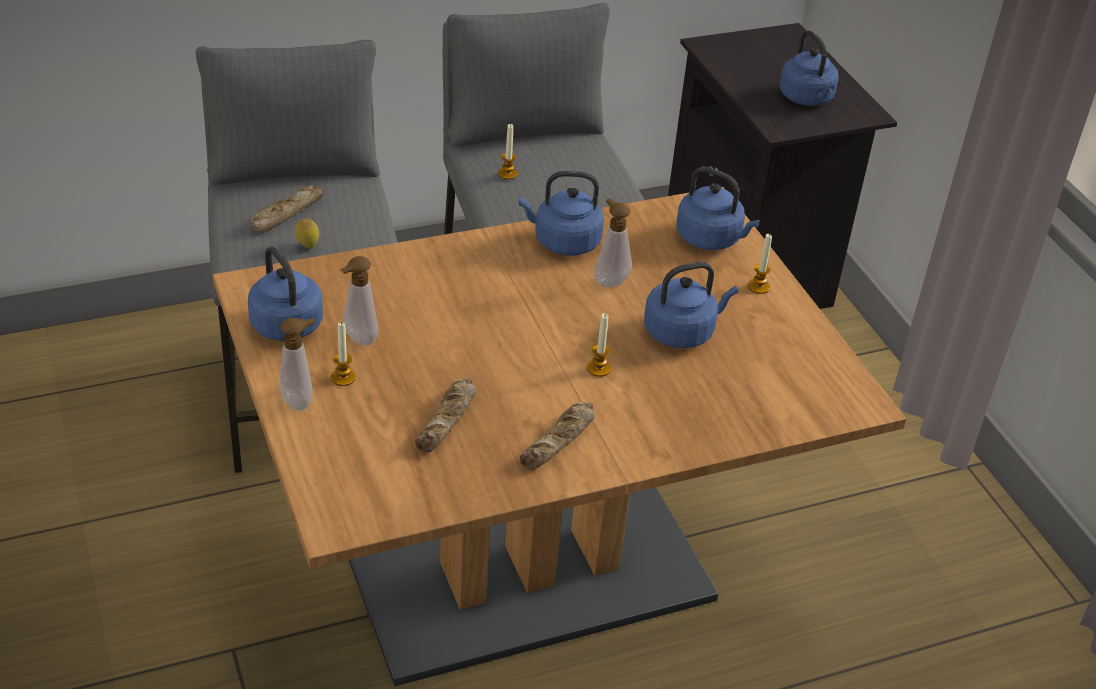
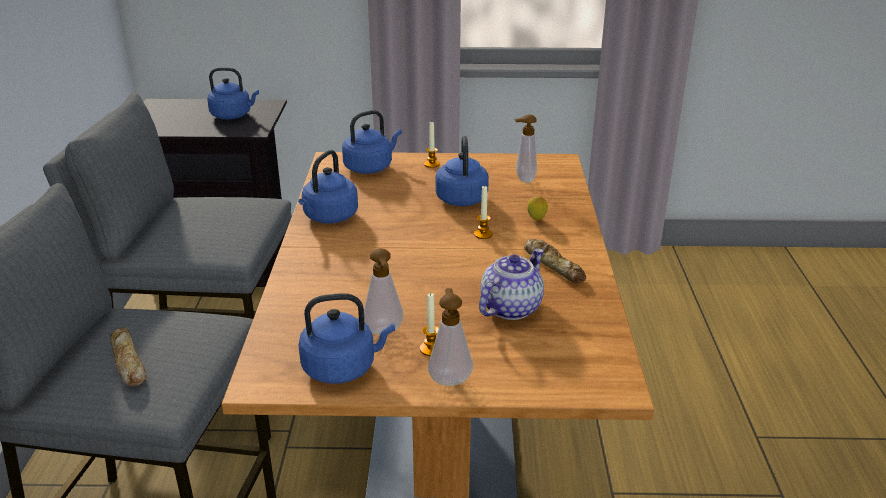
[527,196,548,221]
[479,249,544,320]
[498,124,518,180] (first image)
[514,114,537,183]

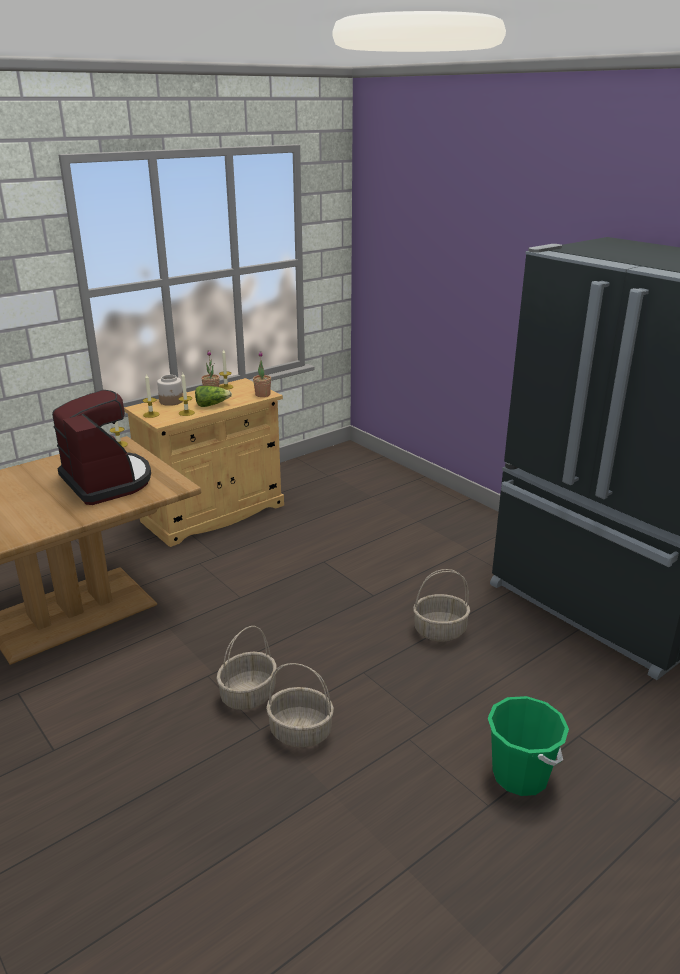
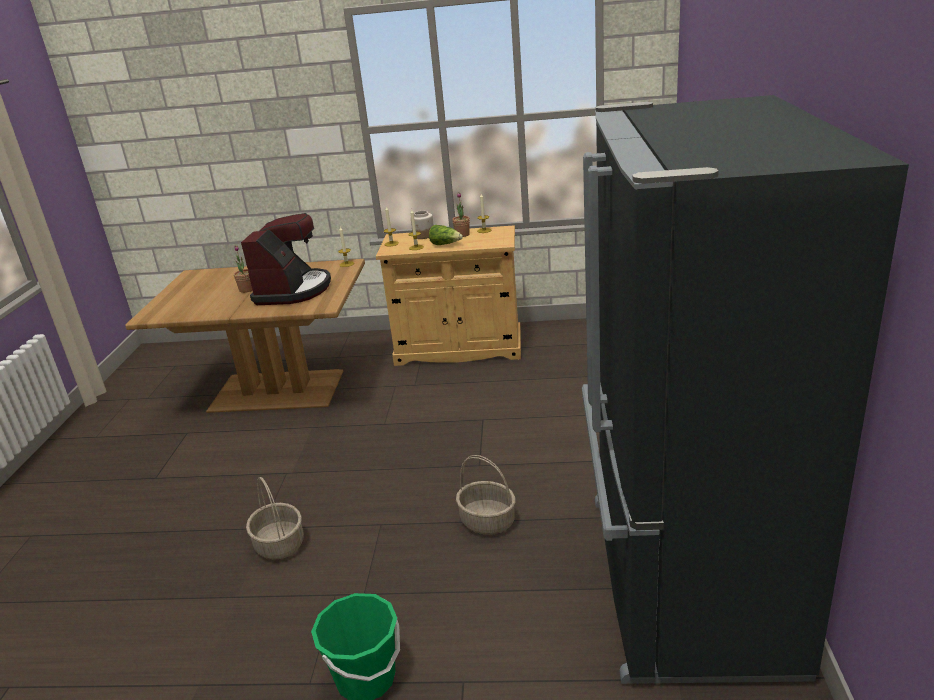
[216,626,277,710] (first image)
[234,246,253,293]

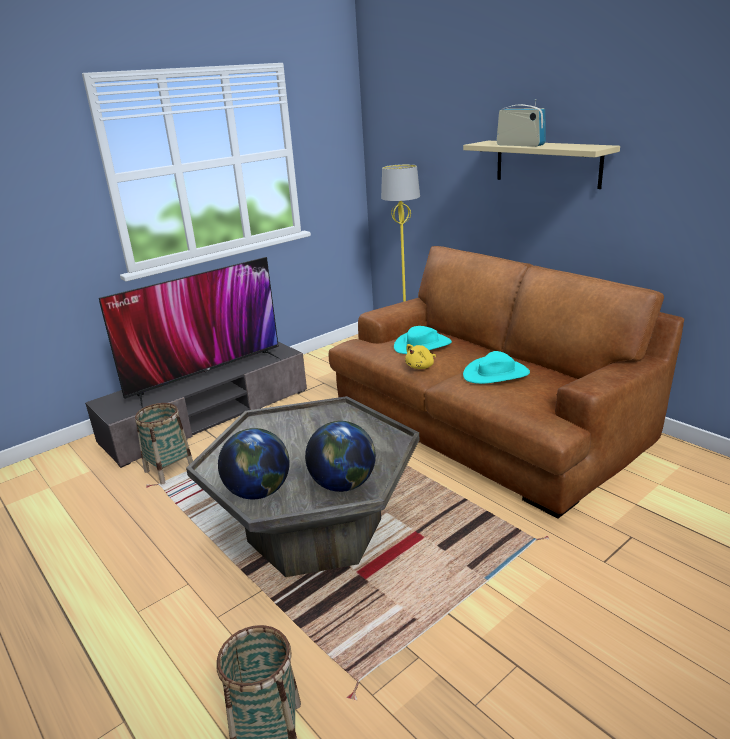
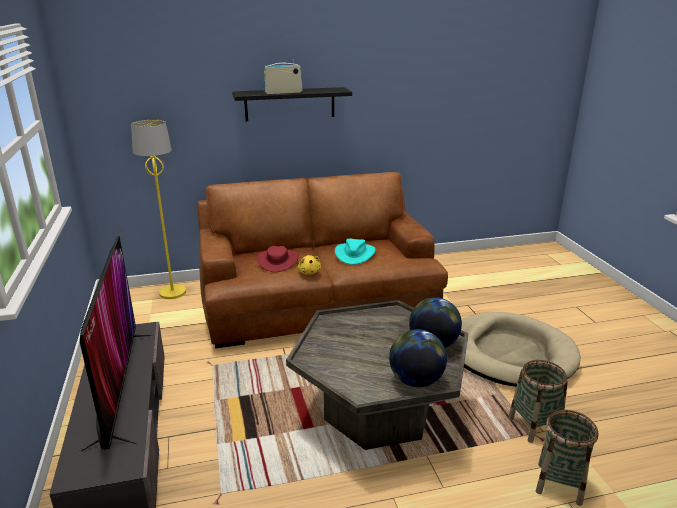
[508,360,567,443]
[257,246,299,272]
[232,87,352,121]
[461,312,580,387]

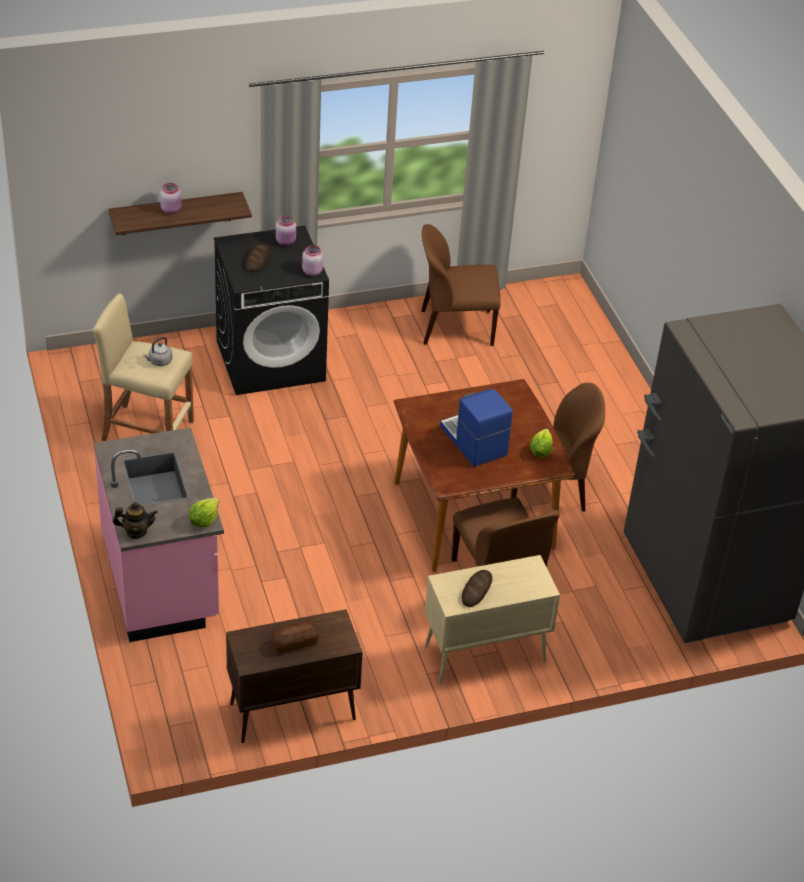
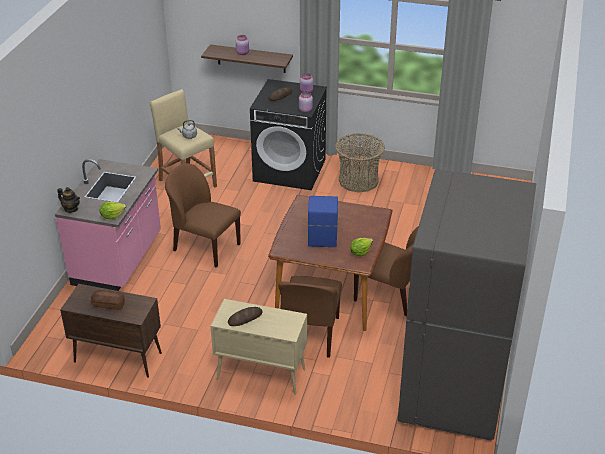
[165,163,241,268]
[335,133,385,193]

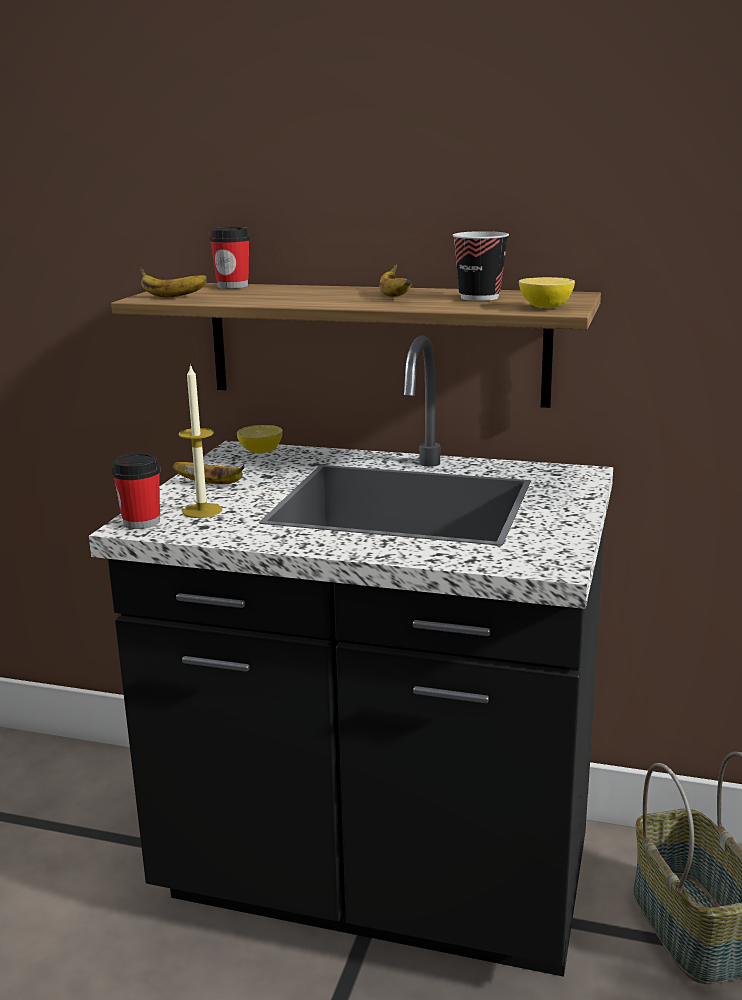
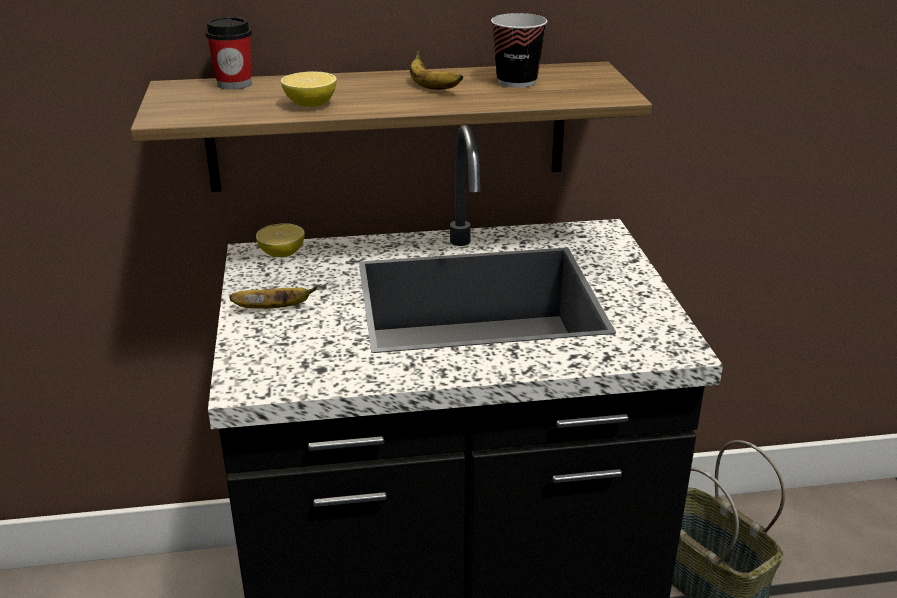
[112,453,161,529] (first image)
[140,267,208,297] (first image)
[179,363,222,518] (first image)
[281,71,337,107]

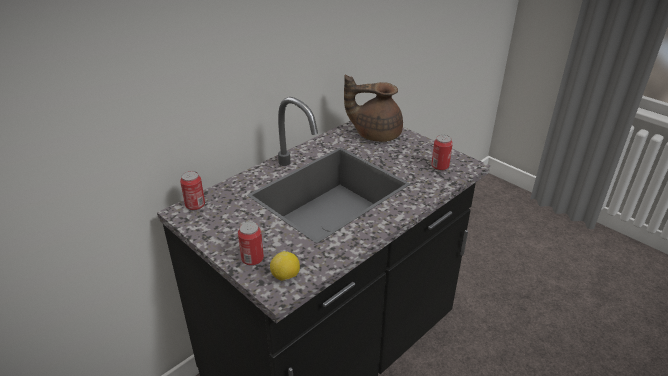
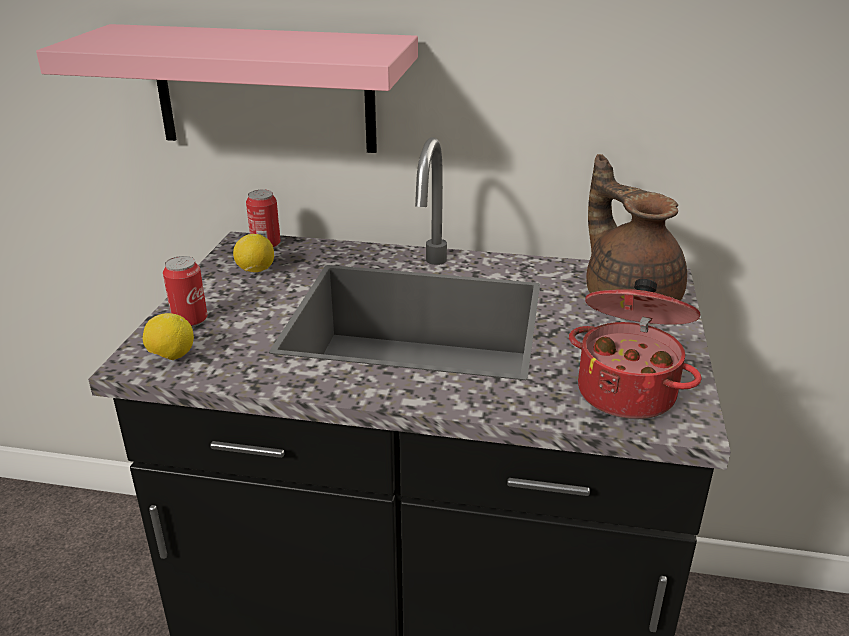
[569,279,702,419]
[36,24,418,153]
[233,234,274,272]

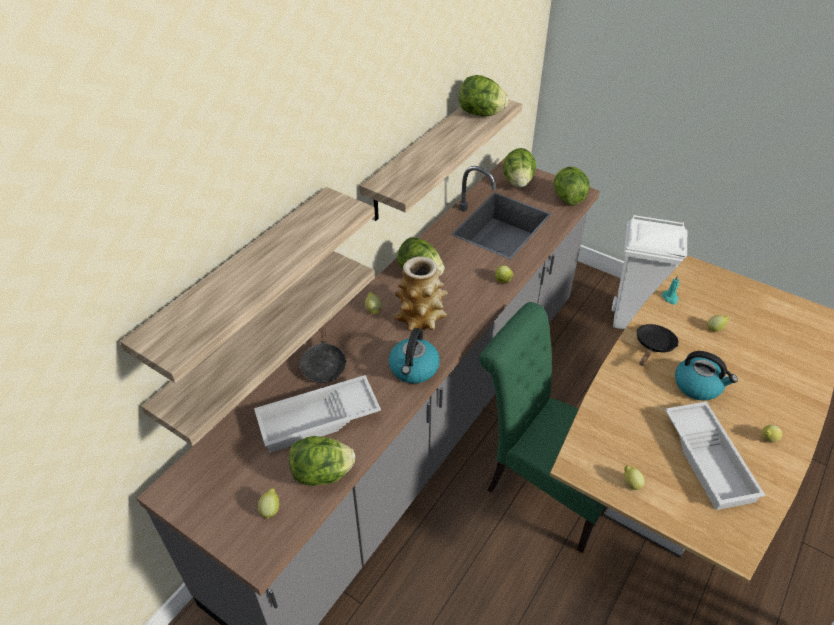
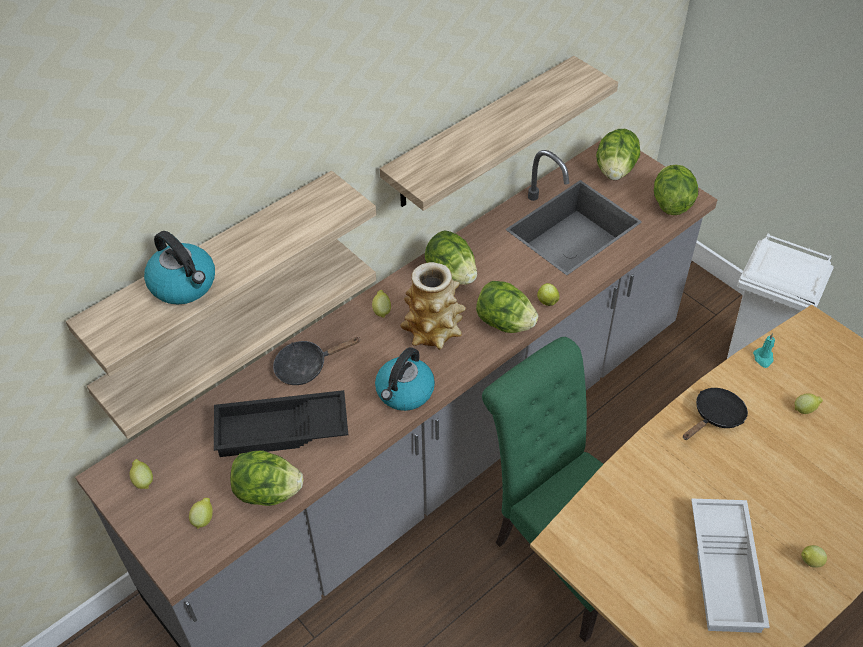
[214,390,348,457]
[273,337,361,385]
[476,281,538,333]
[129,459,153,489]
[144,231,215,305]

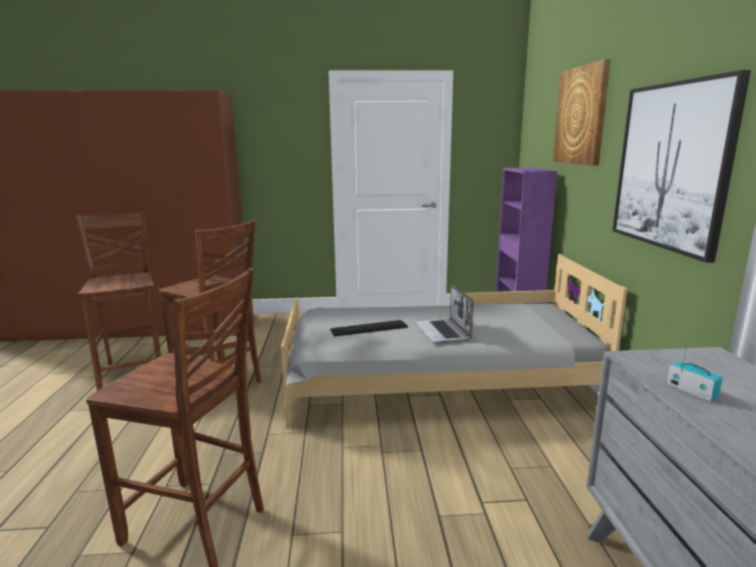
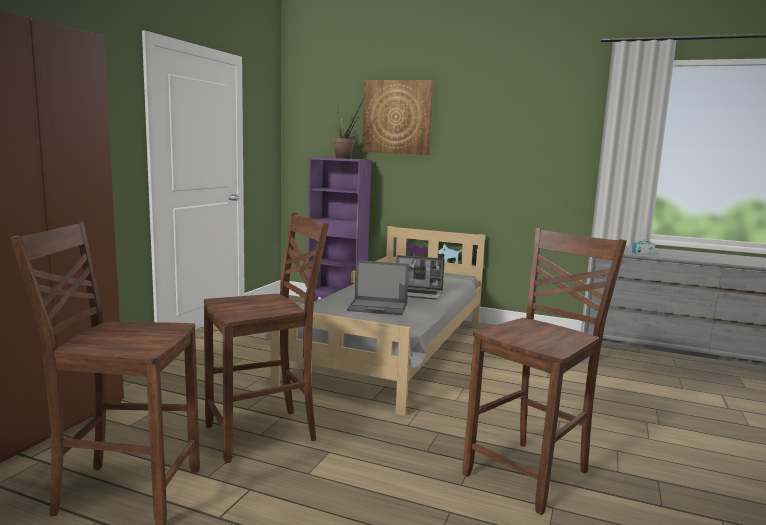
[347,260,409,315]
[612,70,751,263] (first image)
[333,99,364,159]

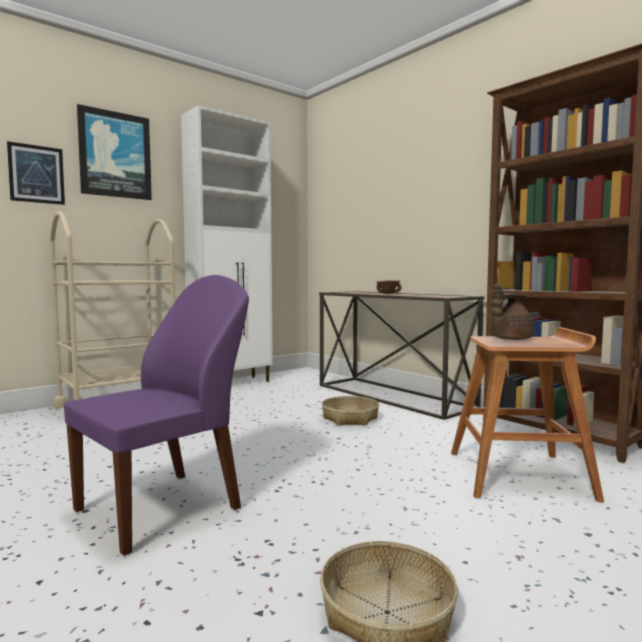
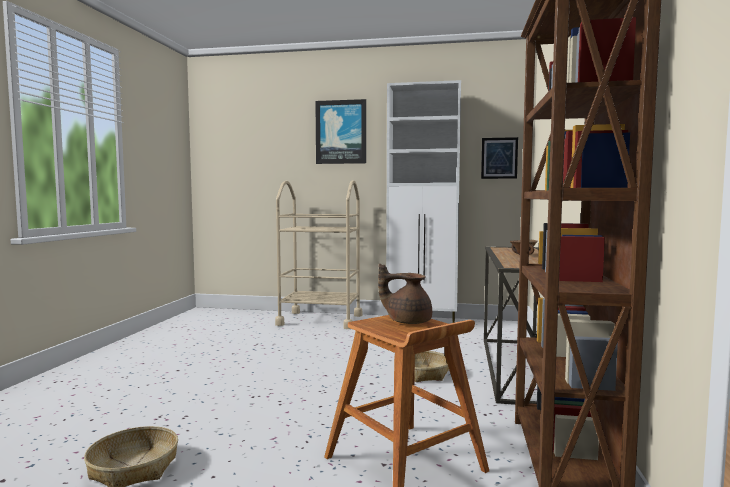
[481,137,518,179]
[64,275,249,556] (first image)

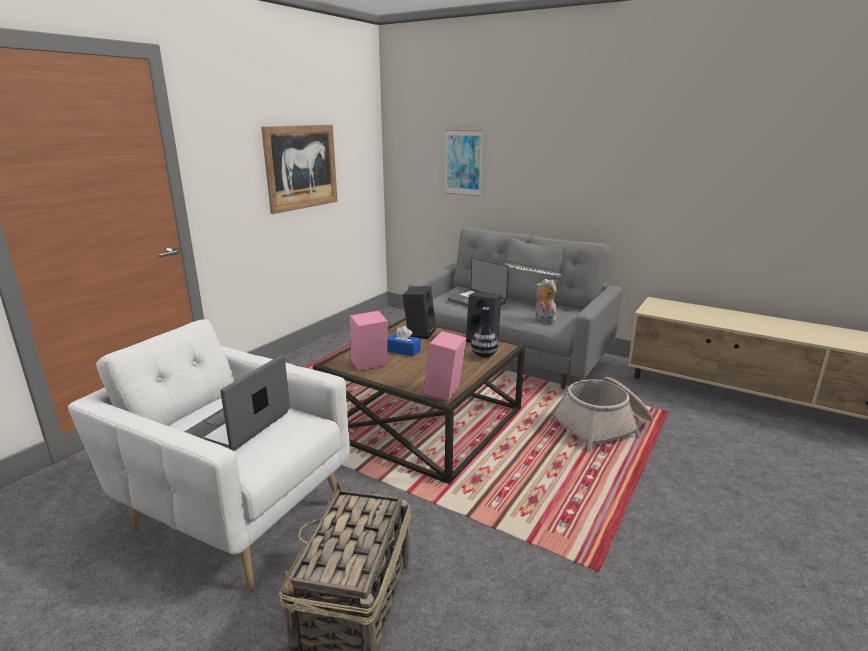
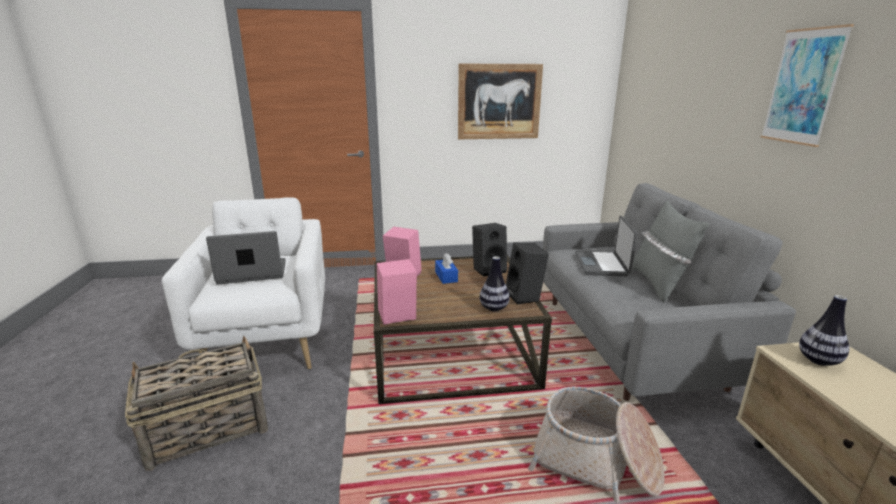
[761,24,854,147]
[534,279,557,324] (first image)
[799,295,849,366]

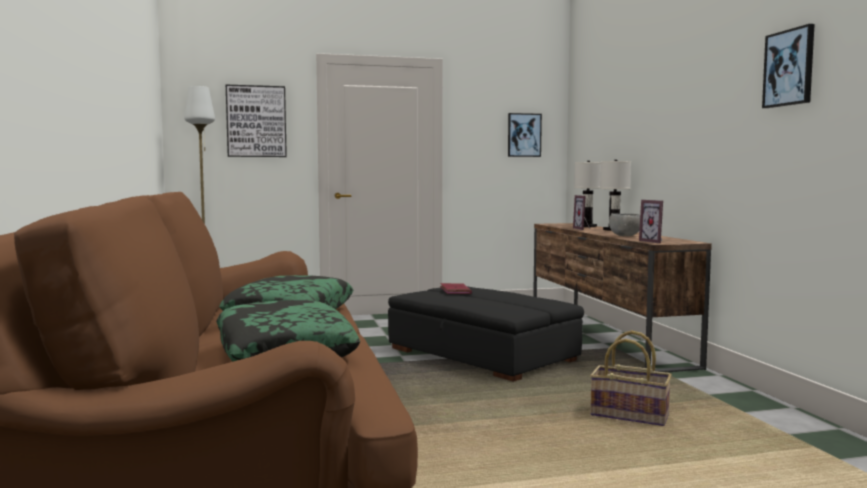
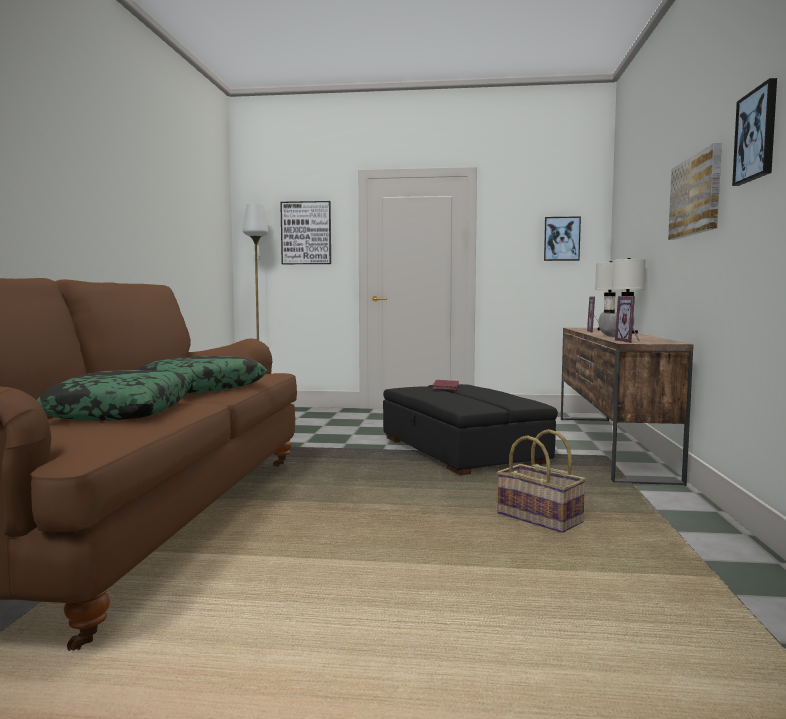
[668,143,722,240]

